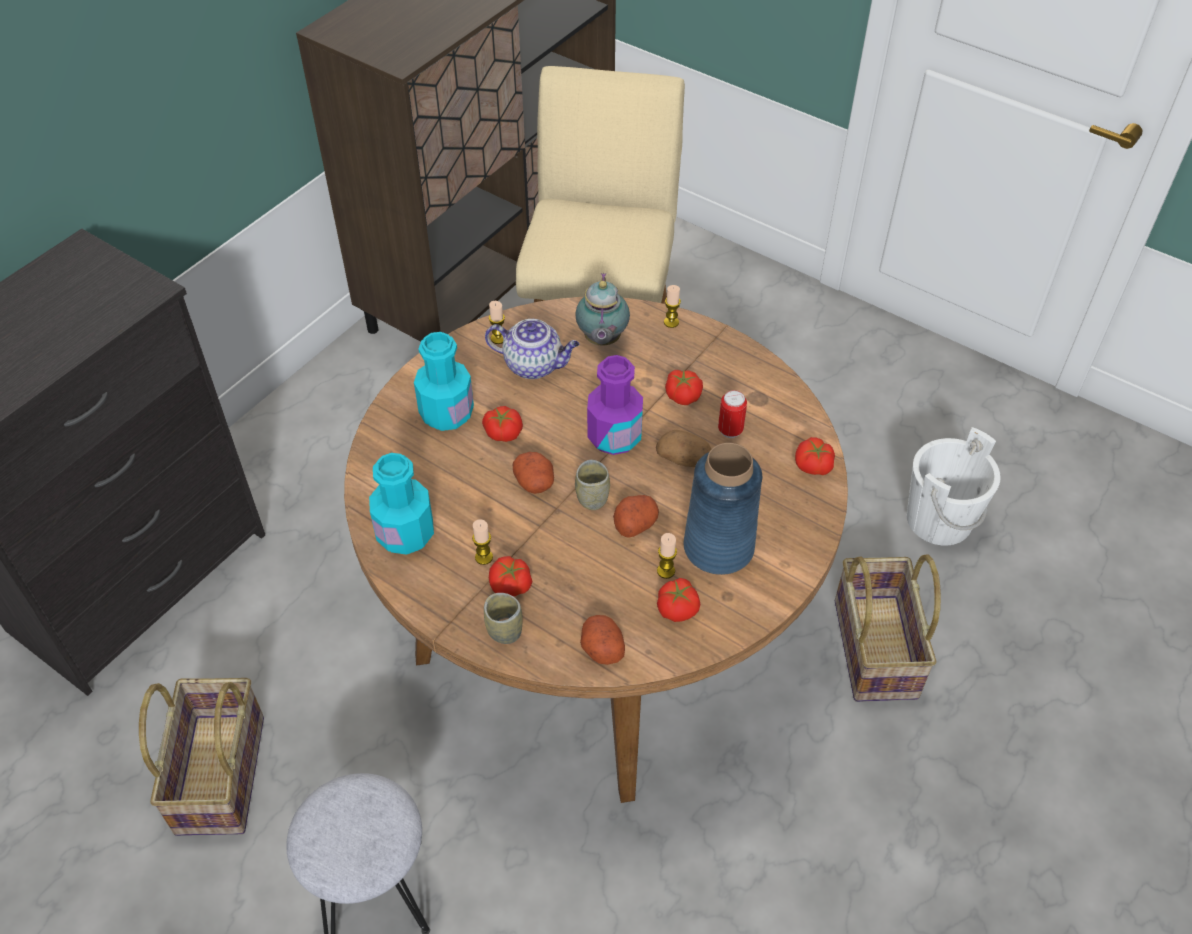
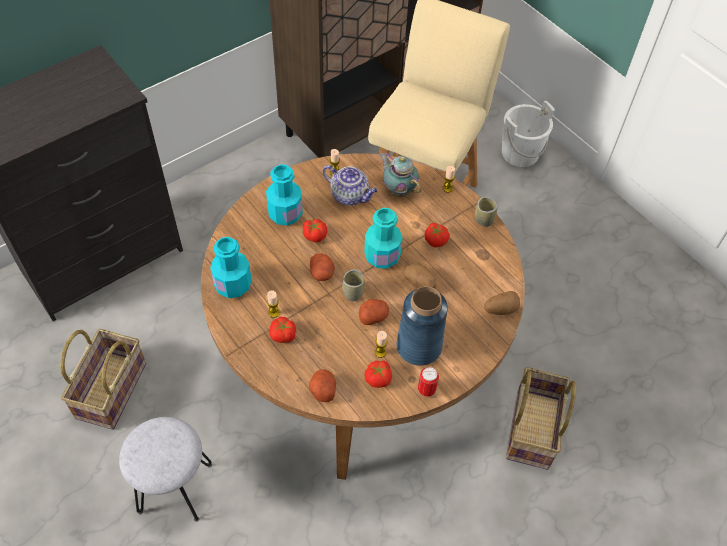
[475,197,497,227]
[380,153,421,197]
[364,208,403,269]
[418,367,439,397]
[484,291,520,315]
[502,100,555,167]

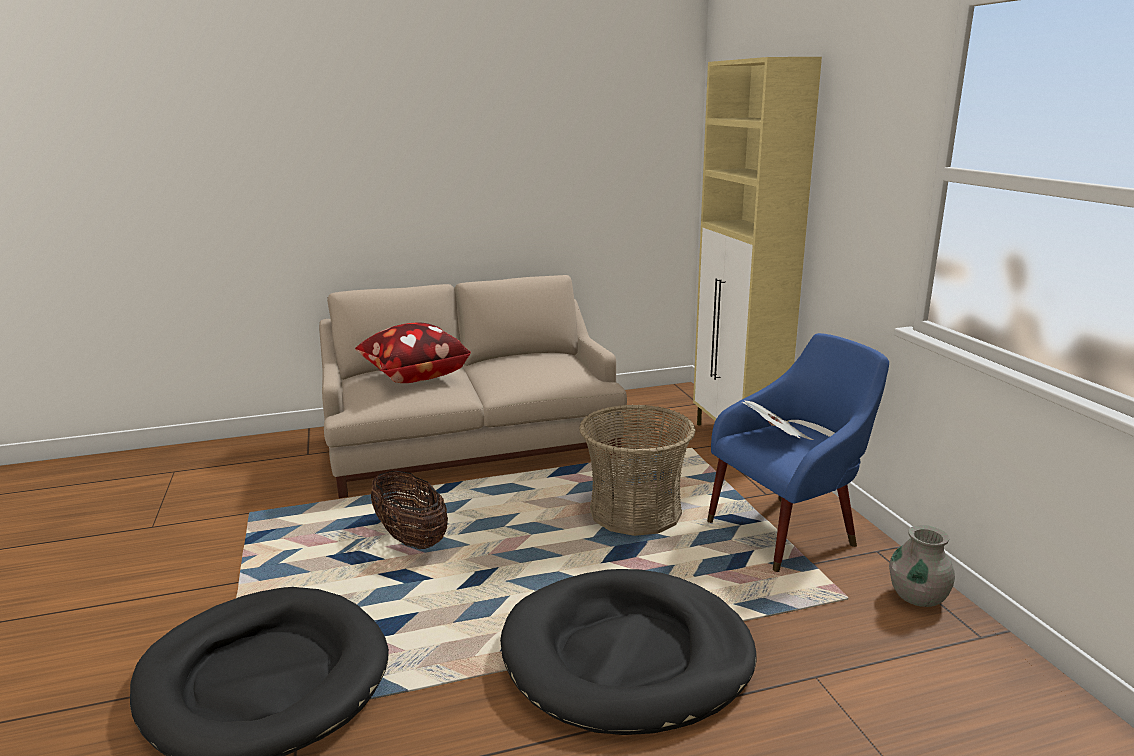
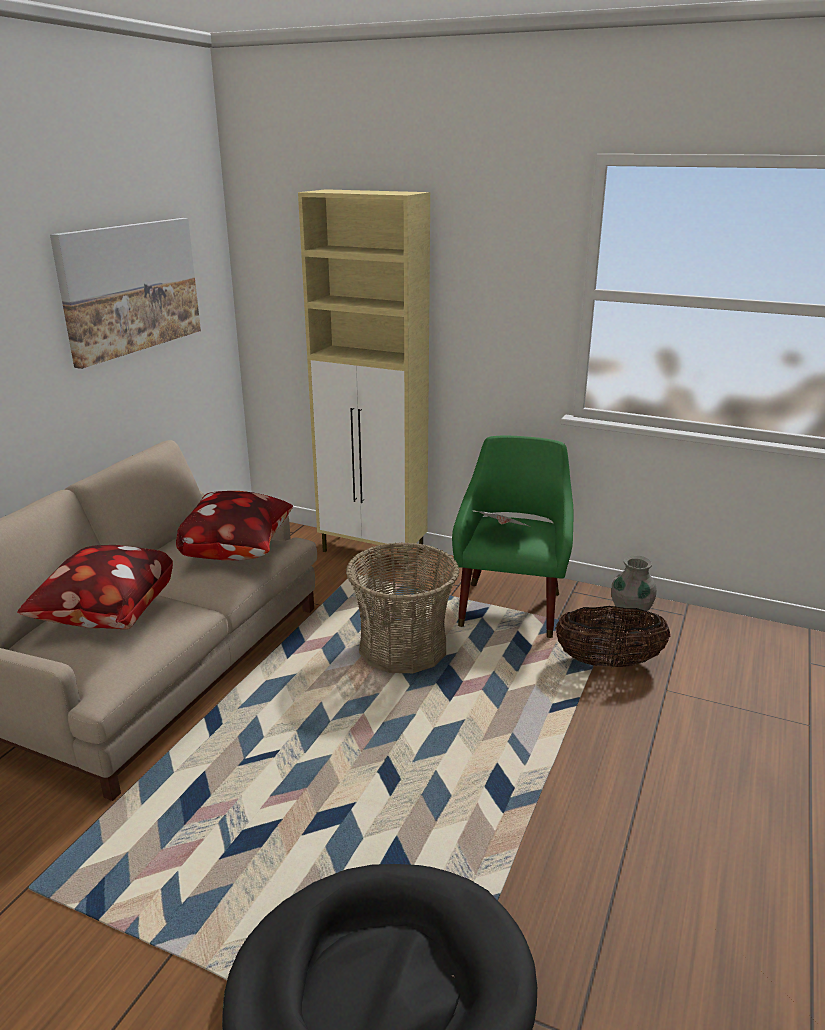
[555,606,671,667]
[500,569,756,735] (first image)
[452,436,573,638]
[50,218,201,369]
[176,491,293,561]

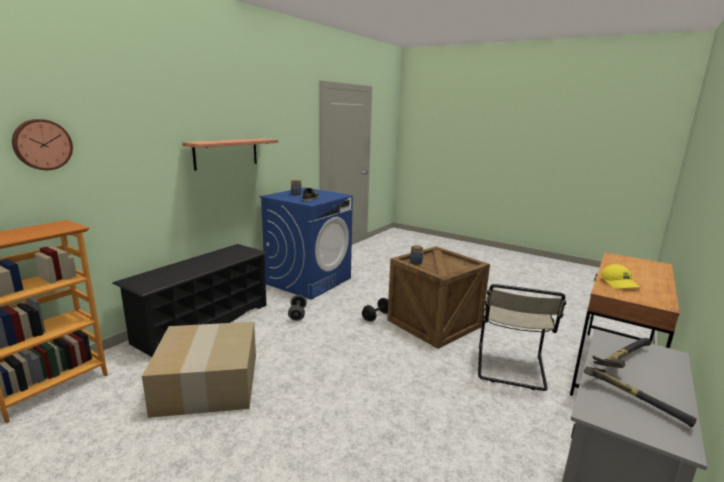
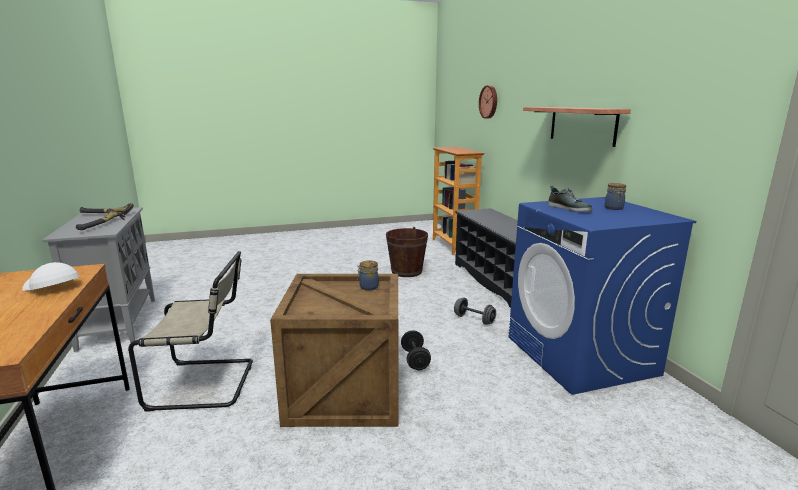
[386,227,428,277]
[128,251,253,411]
[22,262,80,291]

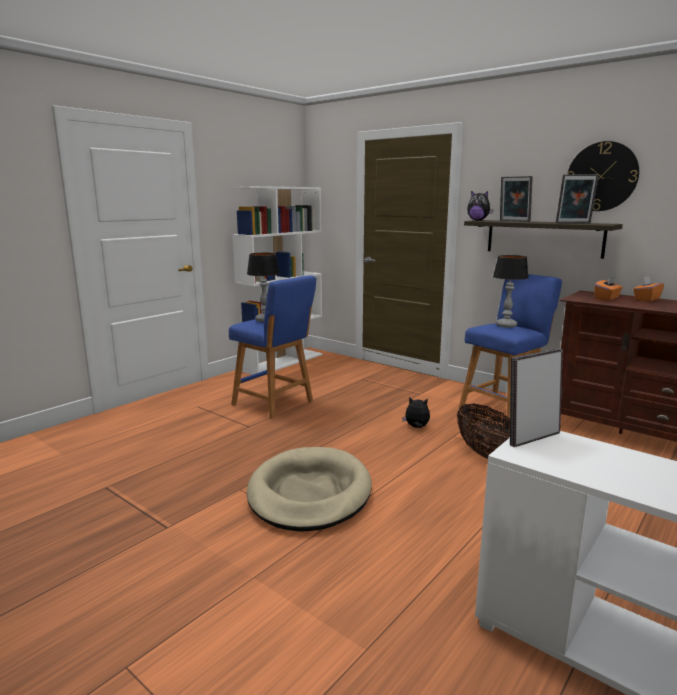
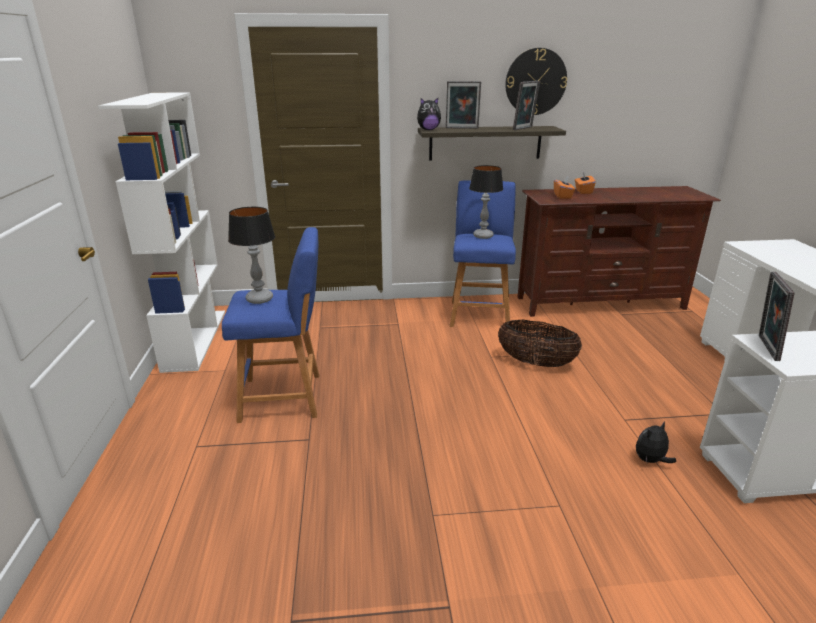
[247,447,372,531] (first image)
[636,421,676,463]

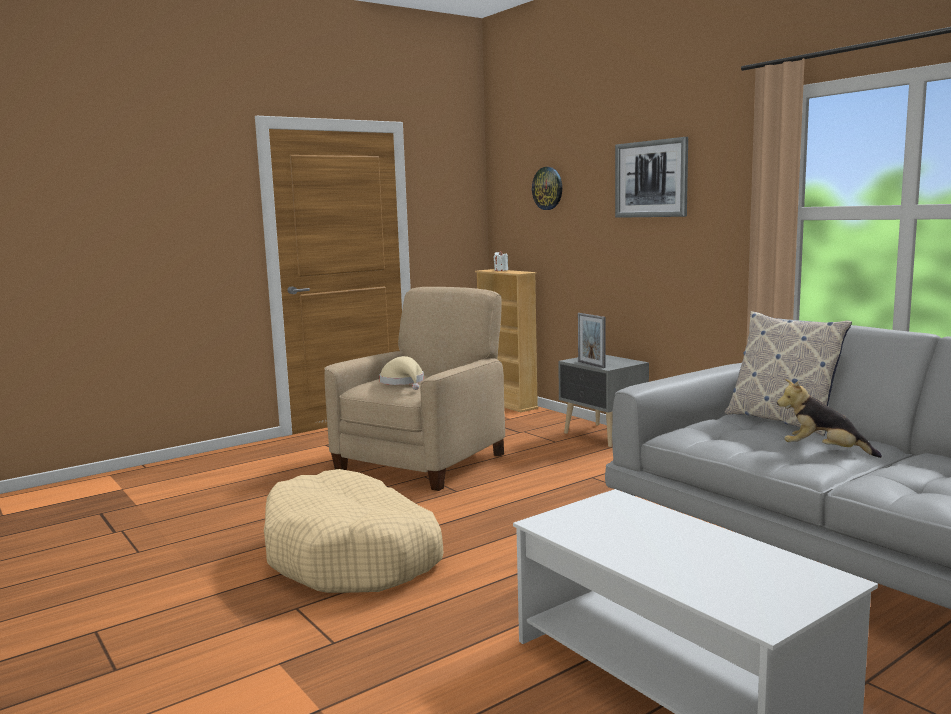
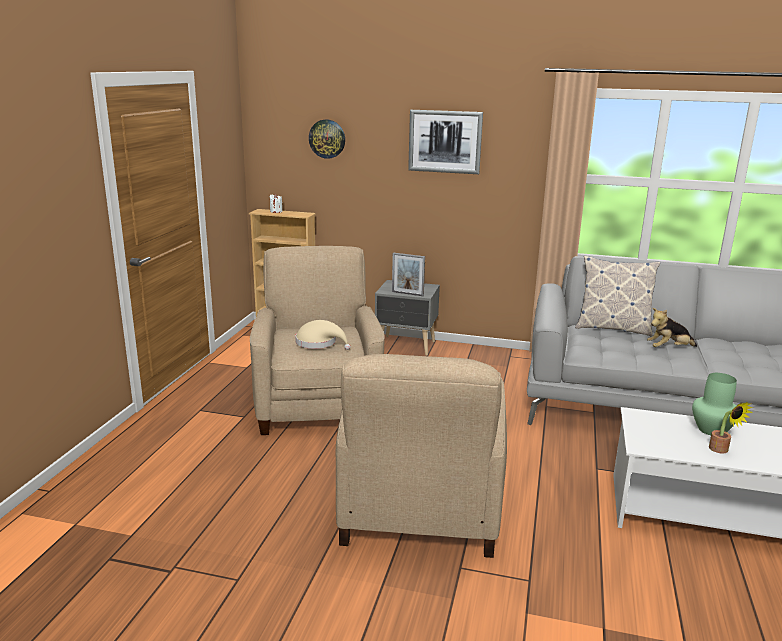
[336,354,507,558]
[692,373,737,435]
[709,402,753,453]

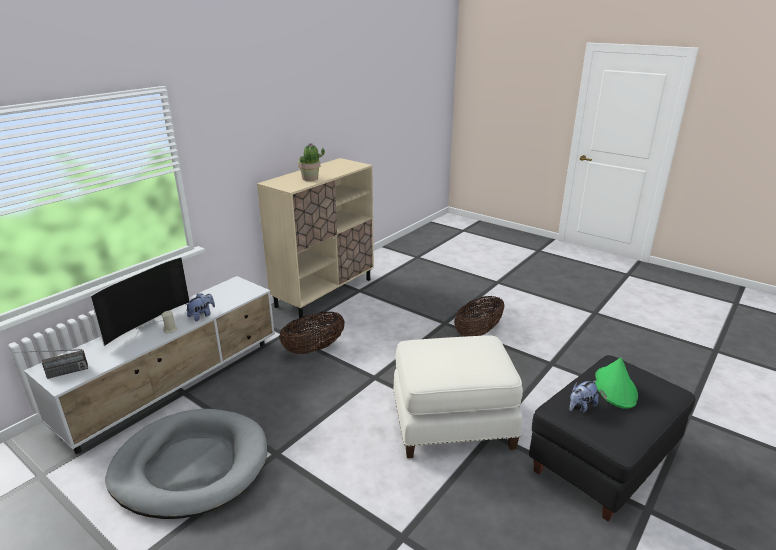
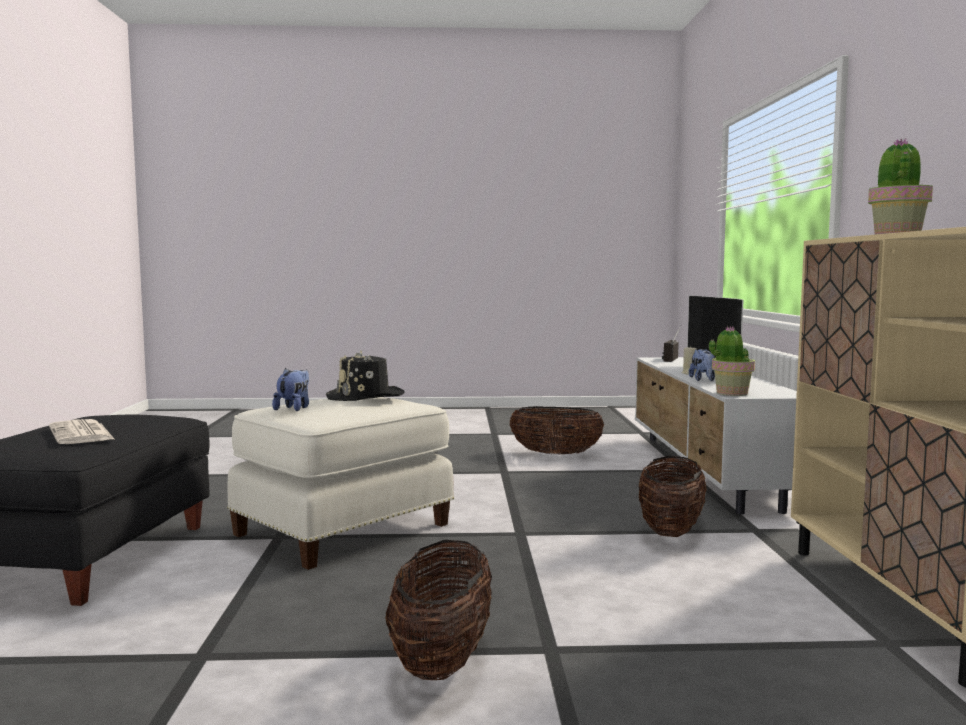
[510,406,604,455]
[272,368,309,411]
[49,419,114,444]
[326,351,405,401]
[709,326,755,396]

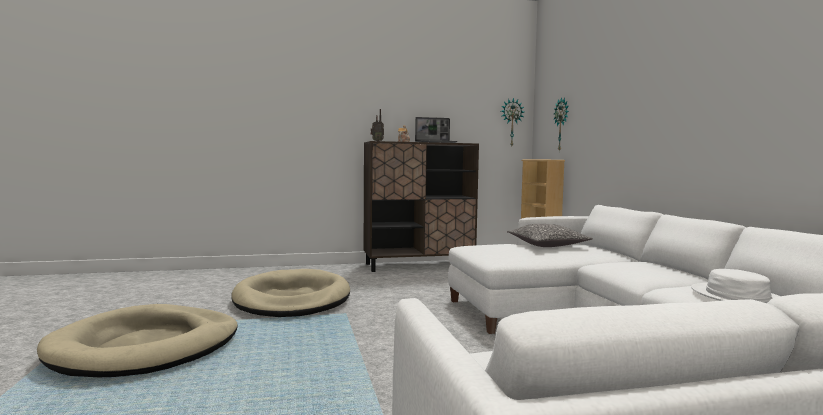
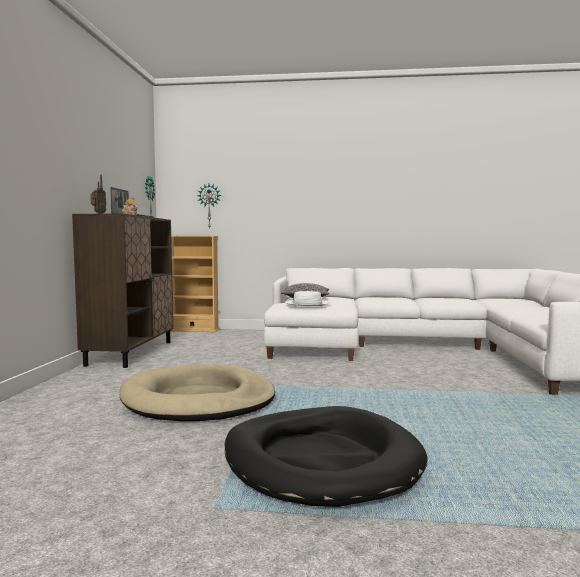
[225,406,428,507]
[285,291,330,306]

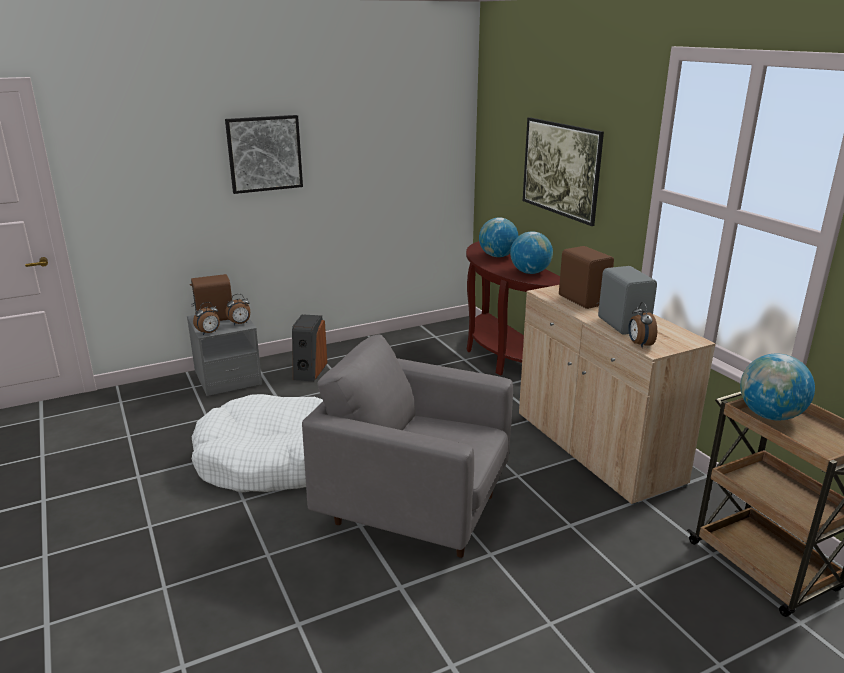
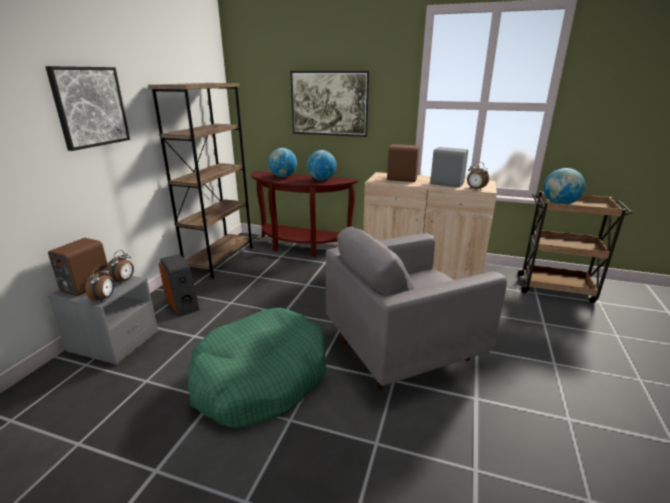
[188,308,326,428]
[148,83,253,279]

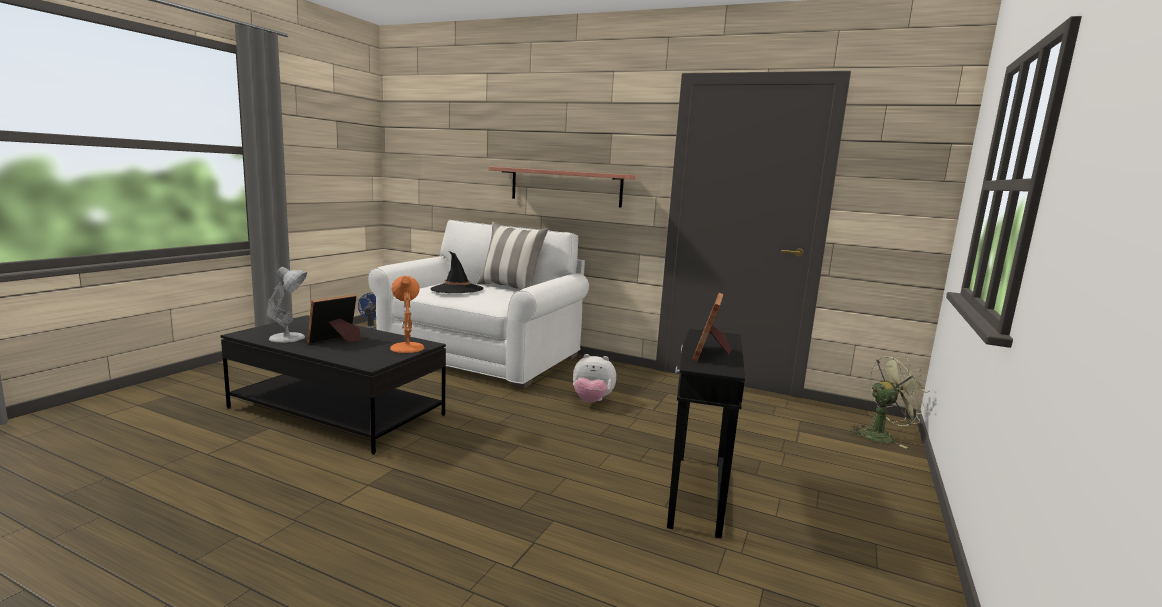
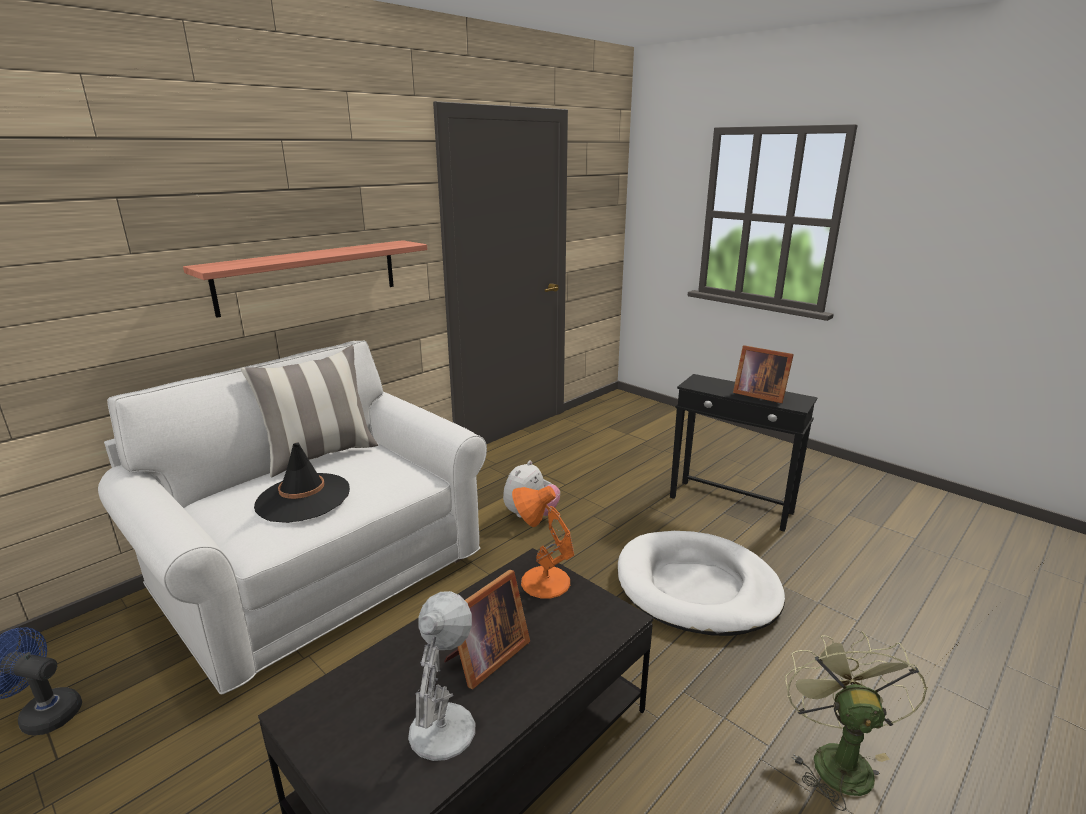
[444,570,530,690]
[785,632,927,811]
[618,531,785,636]

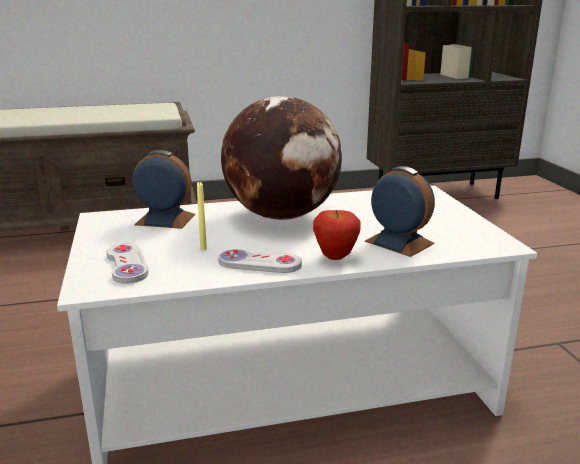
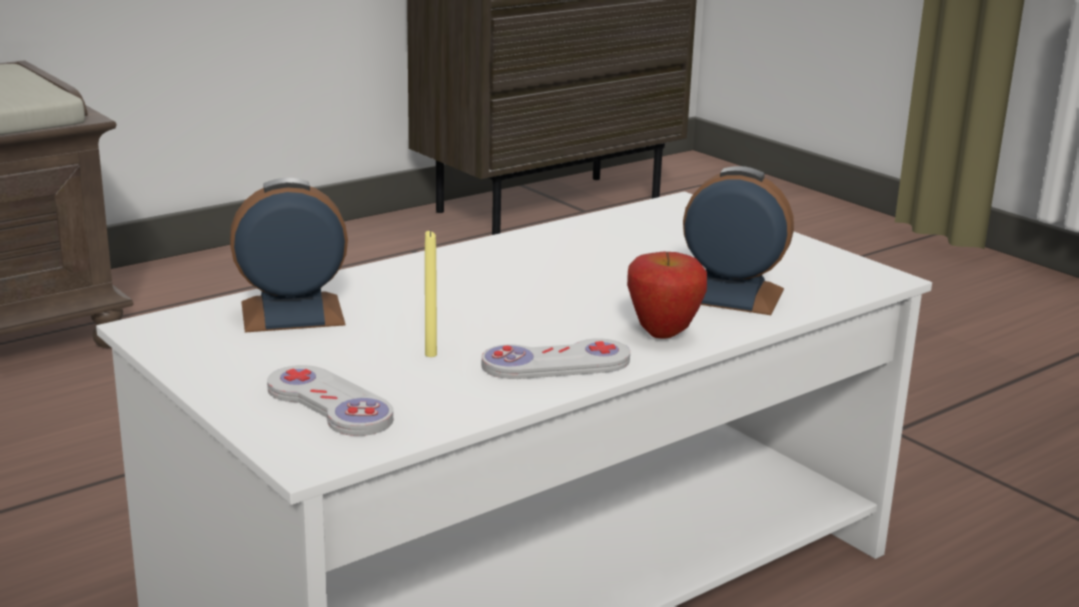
[221,96,342,220] (first image)

